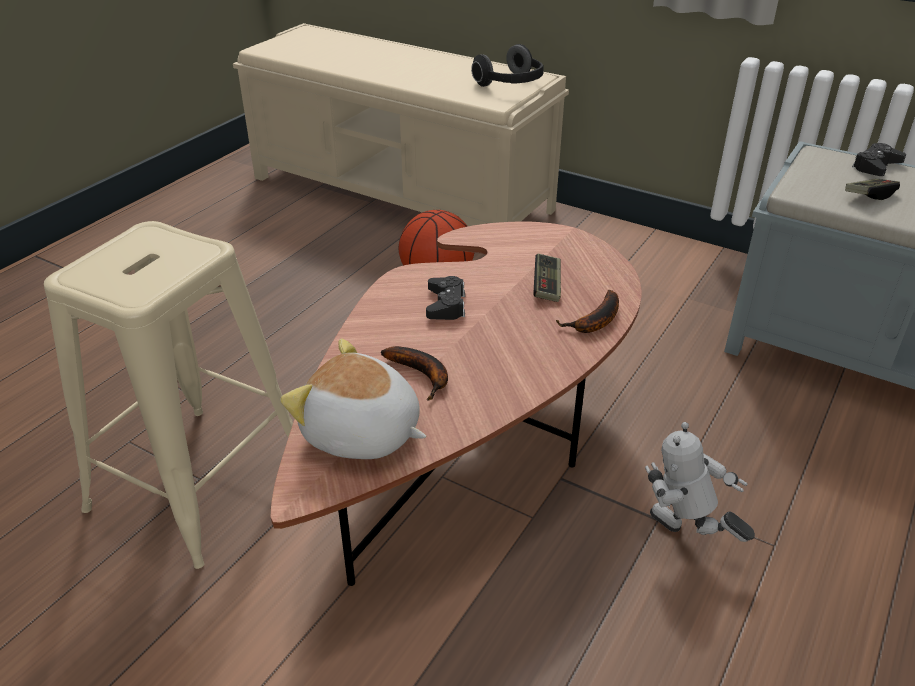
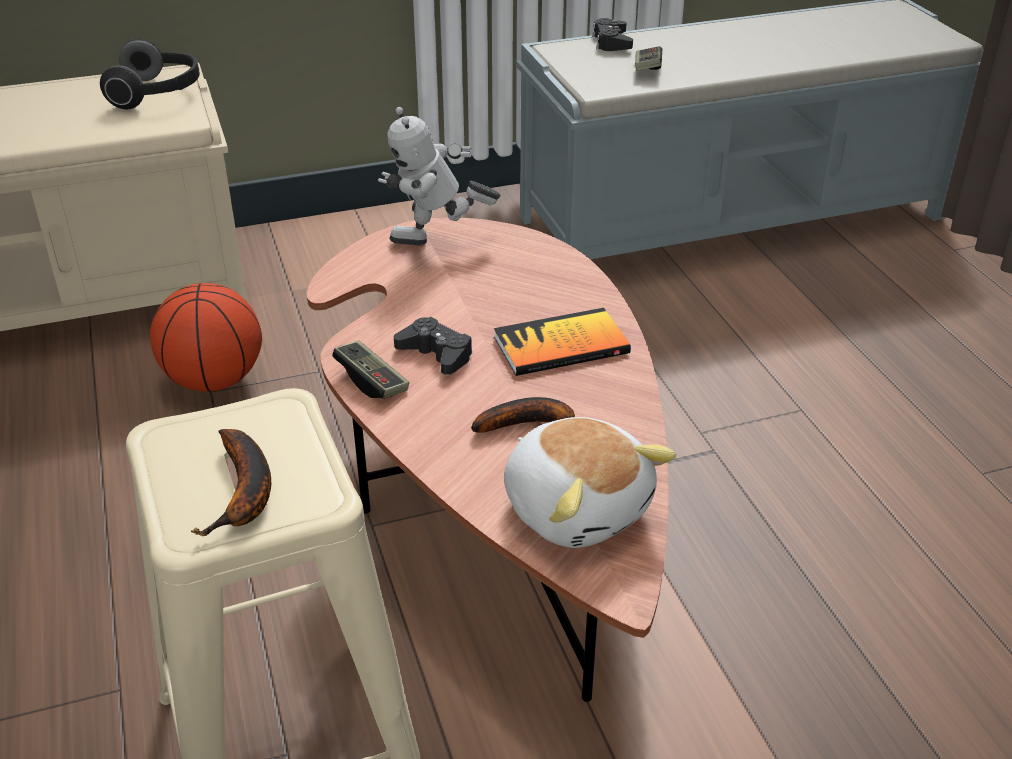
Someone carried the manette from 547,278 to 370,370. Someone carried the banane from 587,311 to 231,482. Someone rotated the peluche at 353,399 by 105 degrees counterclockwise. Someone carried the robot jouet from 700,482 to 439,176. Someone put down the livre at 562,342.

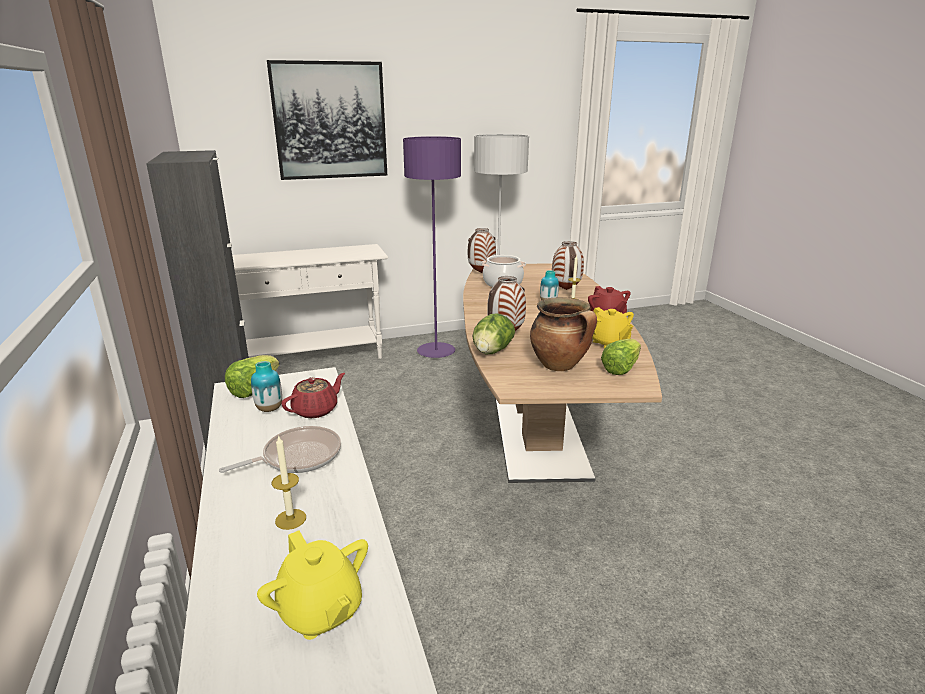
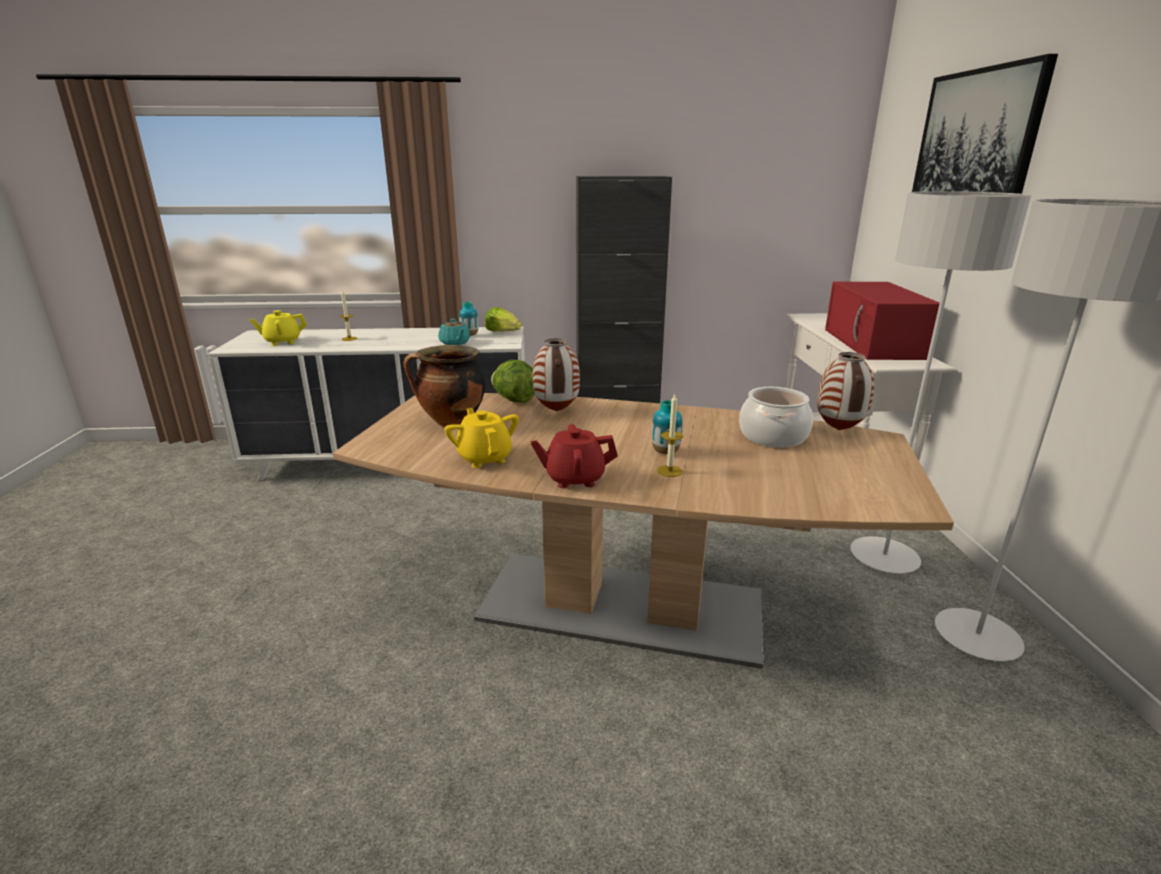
Someone repainted the lampadaire (violet) at 432,247, which became the lampadaire (gris) at 940,382. Someone took away the vase at 568,265. Someone rotated the théière (jaune) at 613,328 by 75 degrees clockwise. Someone took away the laitue at 621,357. Someone repainted the théière (rouge) at 313,395, which became the théière (turquoise) at 454,332. Someone took away the poêle at 280,449. Someone put down the micro-ondes (rouge) at 882,321.

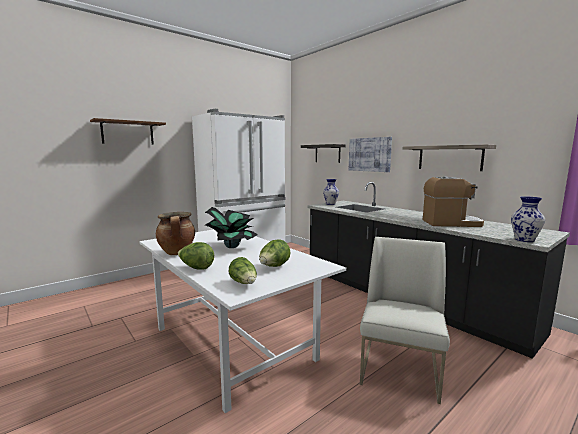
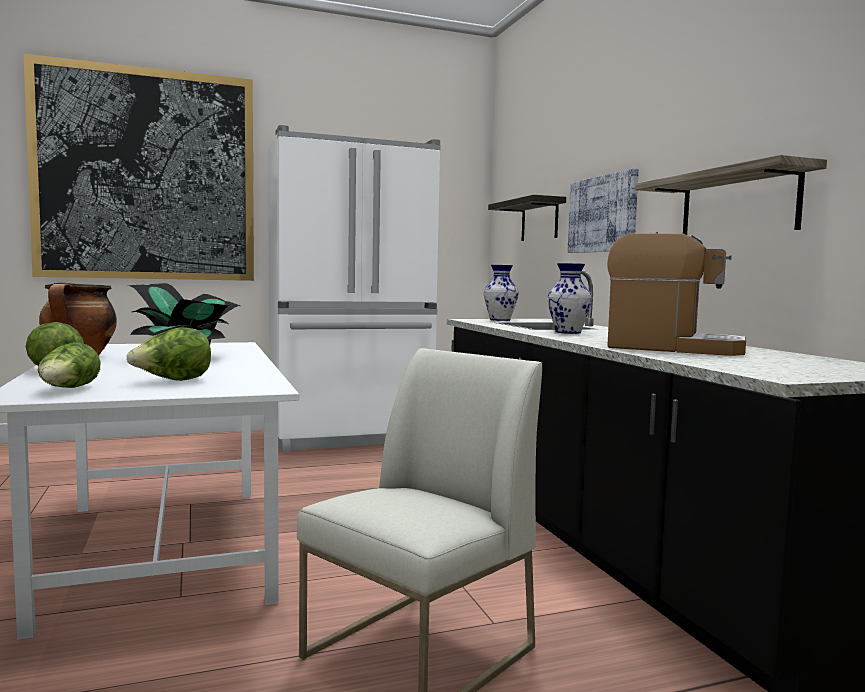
Someone swapped the étagère (marron) at 128,131 for the tableau at 139,167. Someone carried the vase from 528,219 to 570,298.

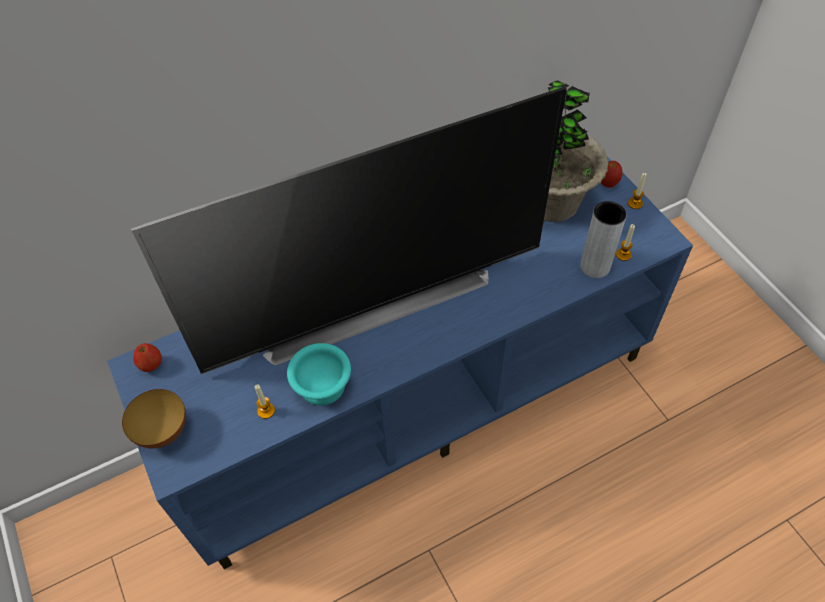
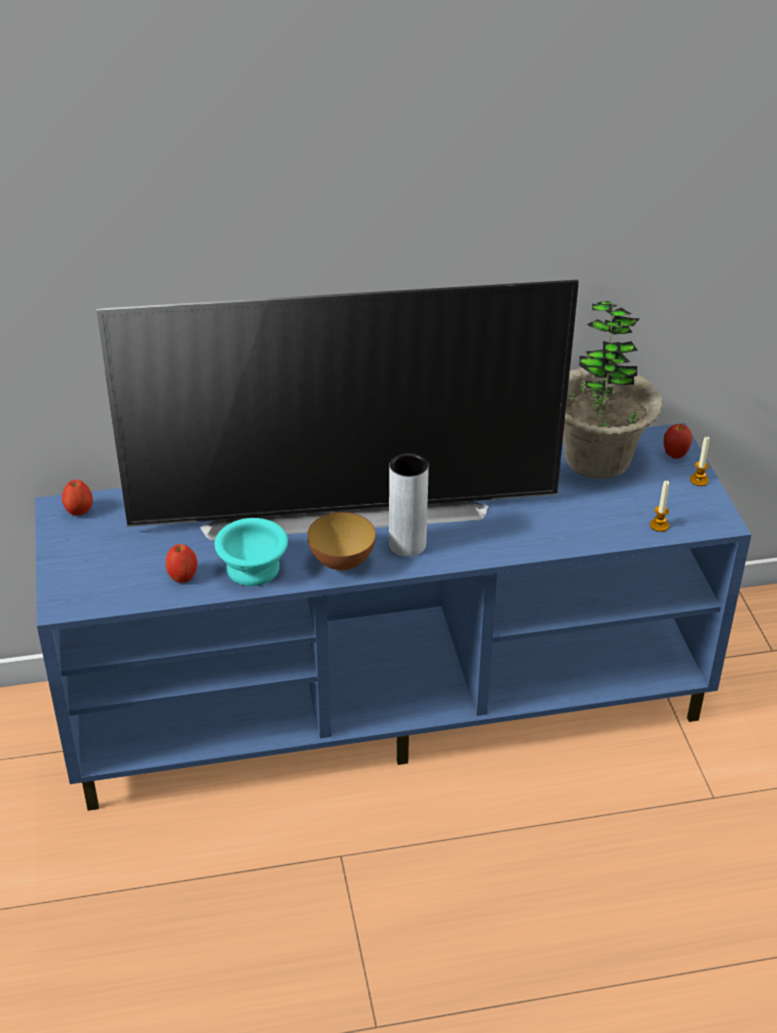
Someone carried the vase (gris) from 603,239 to 409,505. Someone swapped the bougie at 265,402 for the pomme at 181,563. Someone carried the bol from 154,418 to 341,541.

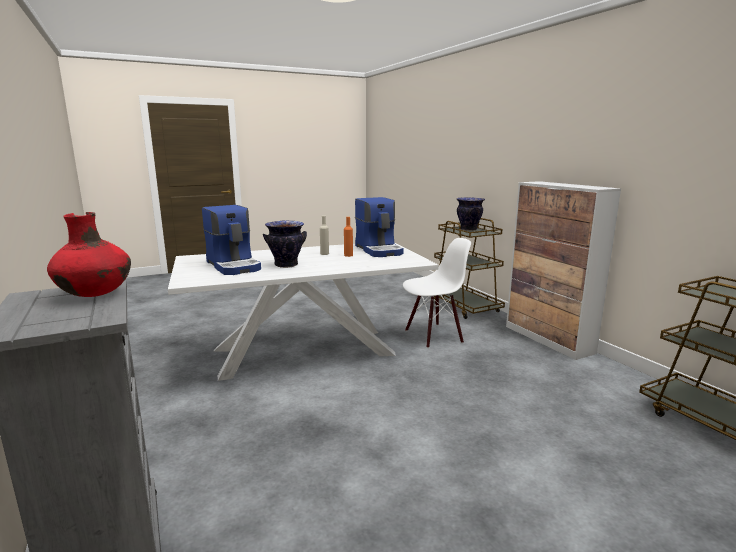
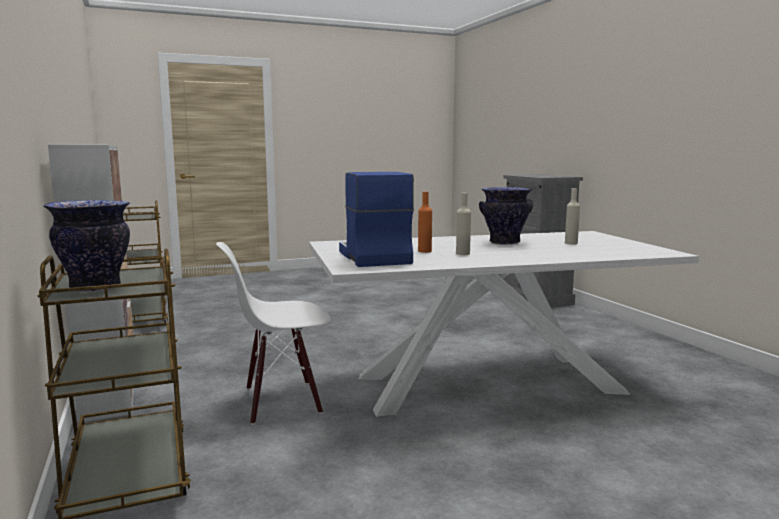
Someone swapped the machine à café at 231,240 for the bouteille (beige) at 572,216. Someone took away the vase (rouge) at 89,254.

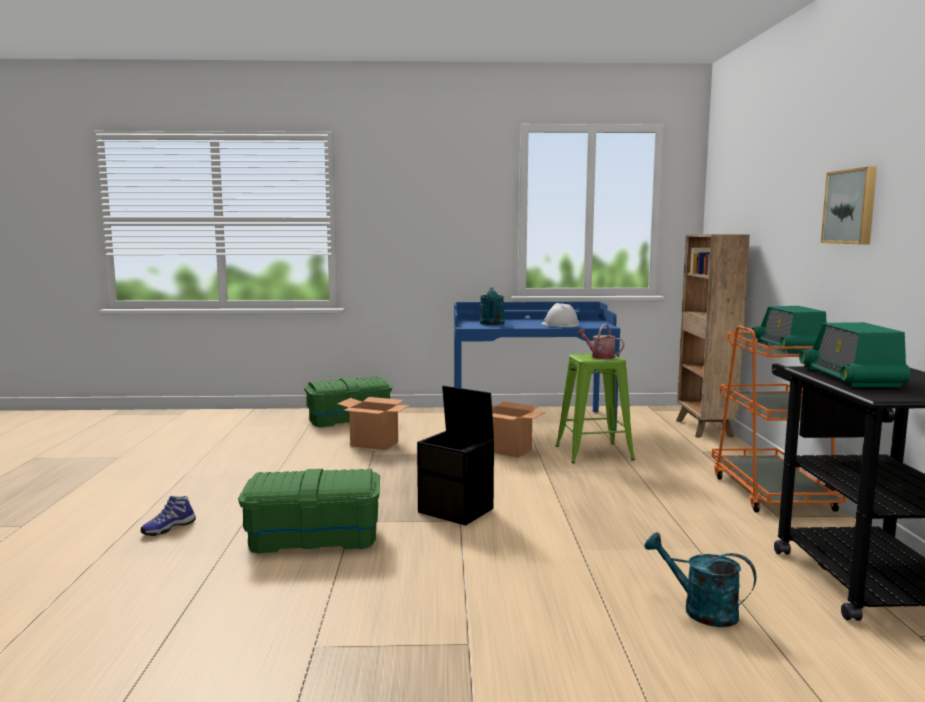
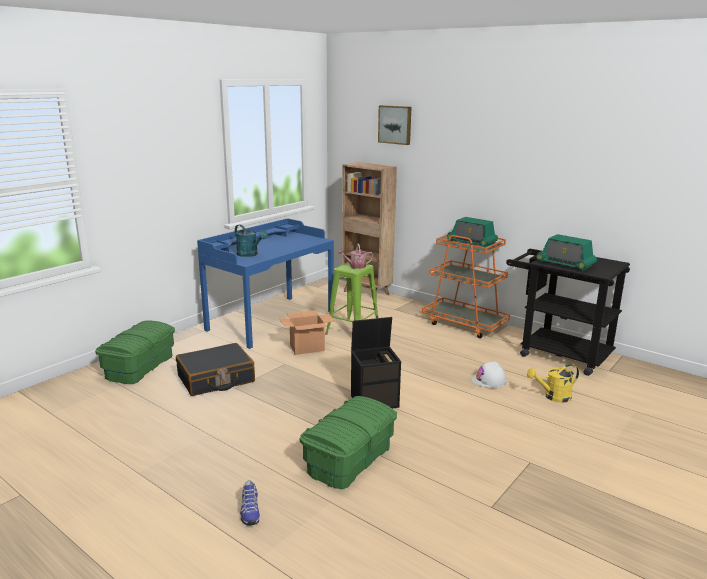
Someone carried the tableau from 849,205 to 394,125. Someone carried the casque de chantier (blanc) from 560,315 to 489,375. Someone swapped the carton at 374,423 for the valise (noir) at 215,369. Someone repainted the arrosoir (turquoise) at 700,579, which became the arrosoir (jaune) at 553,383.

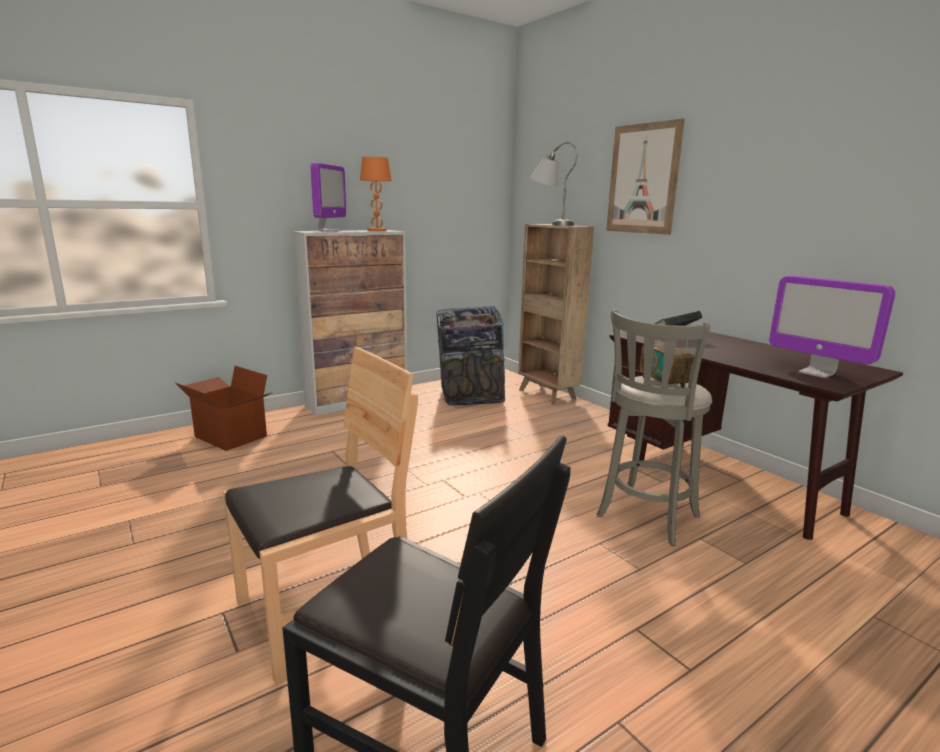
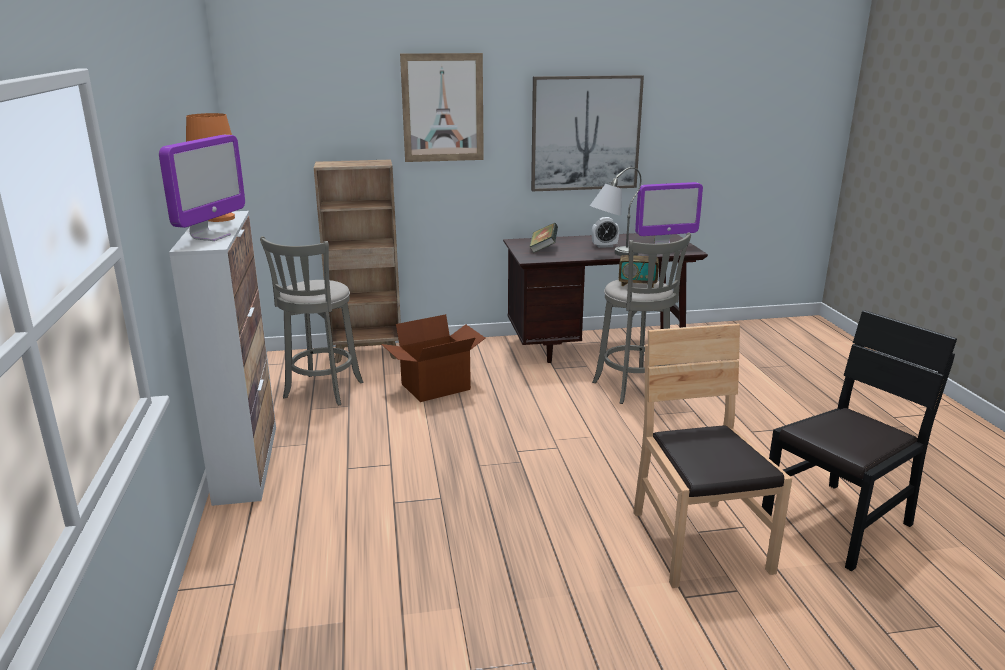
Someone carried the lampe de table (gris) from 553,184 to 615,211. Someone rotated the écran d'ordinateur at 328,197 by 75 degrees clockwise. Someone swapped the poubelle at 471,356 for the tabouret (gris) at 312,321. Someone carried the carton from 224,408 to 433,358. Someone put up the tableau at 587,133. Someone put down the réveil at 605,232.

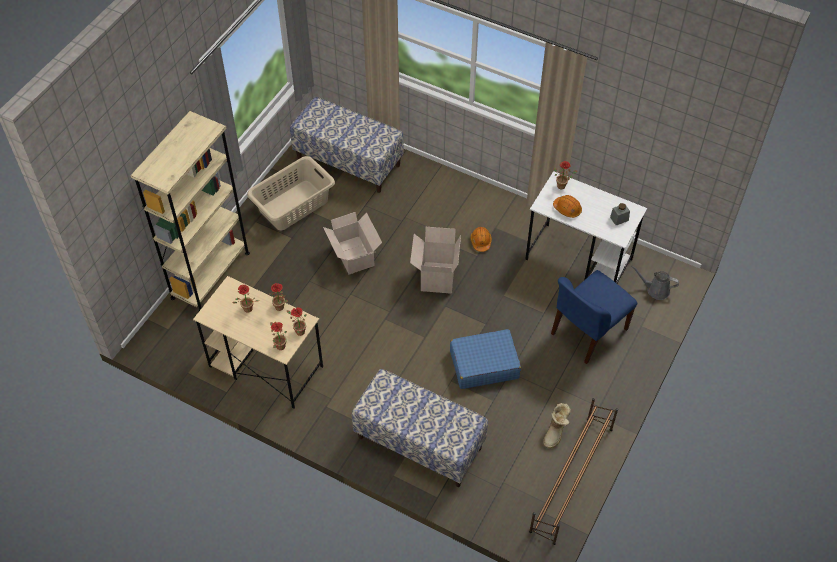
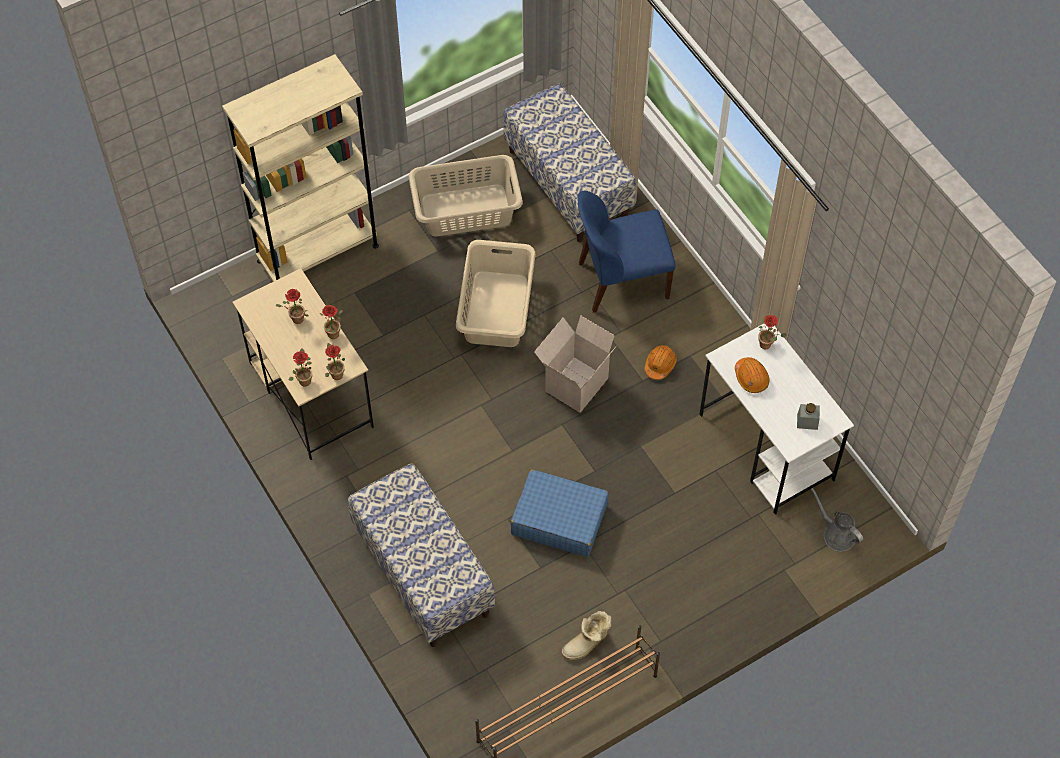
Someone swapped the carton at 352,243 for the panier à linge (beige) at 496,293. Someone carried the chaise (bleu) from 594,317 to 626,252.

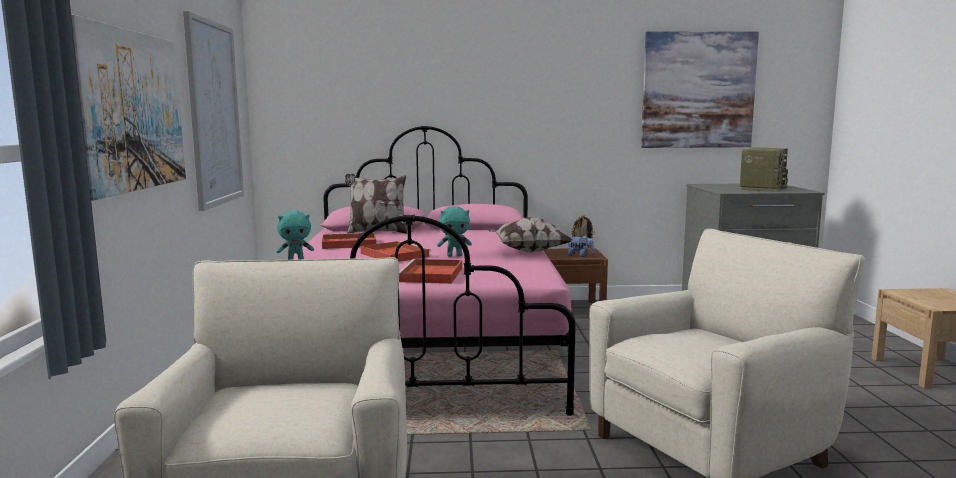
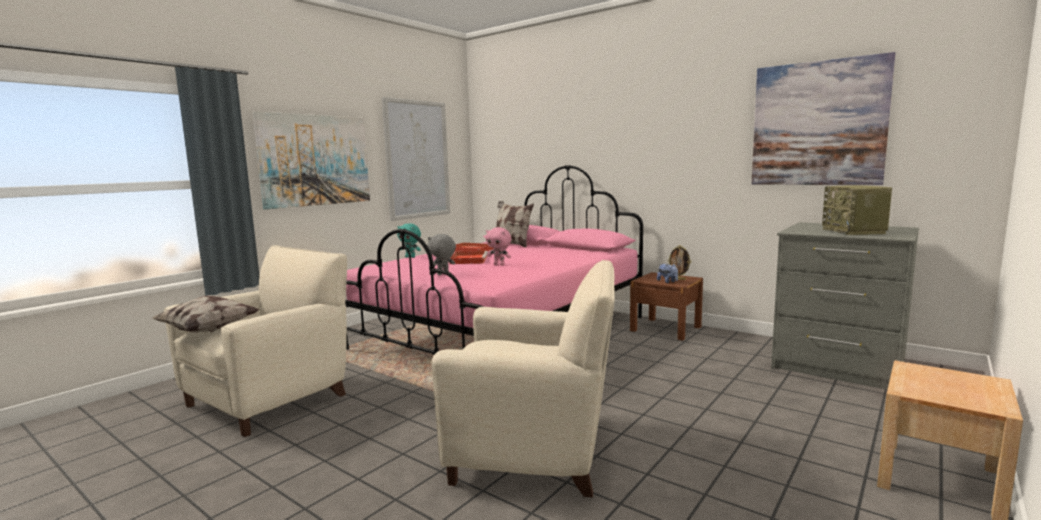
Someone rotated the radio at 764,170 by 105 degrees clockwise. Someone repainted the peluche (turquoise) at 454,231, which became the peluche (rose) at 498,246. Someone carried the coussin from 530,235 to 206,314. Someone swapped the plateau (rouge) at 430,271 for the peluche (gris) at 442,254.

